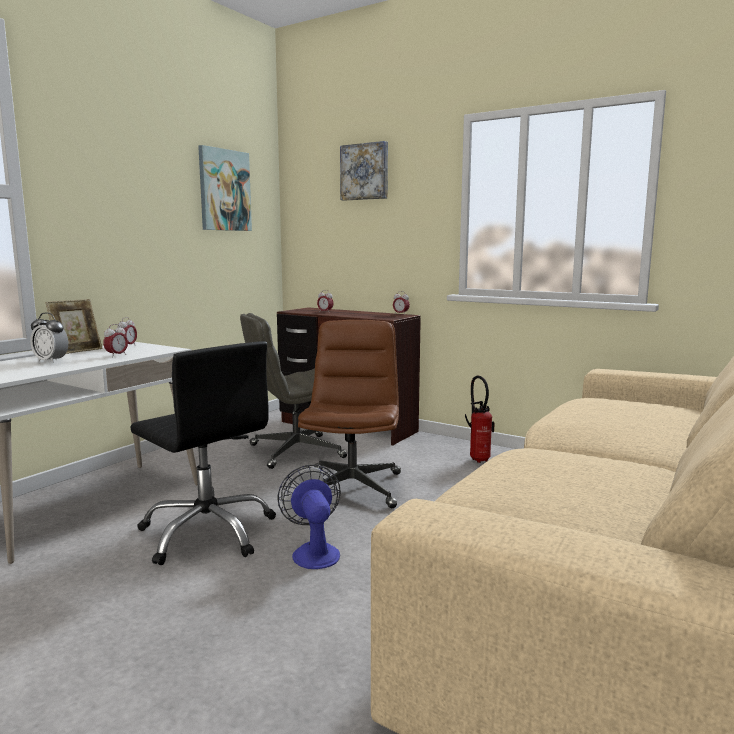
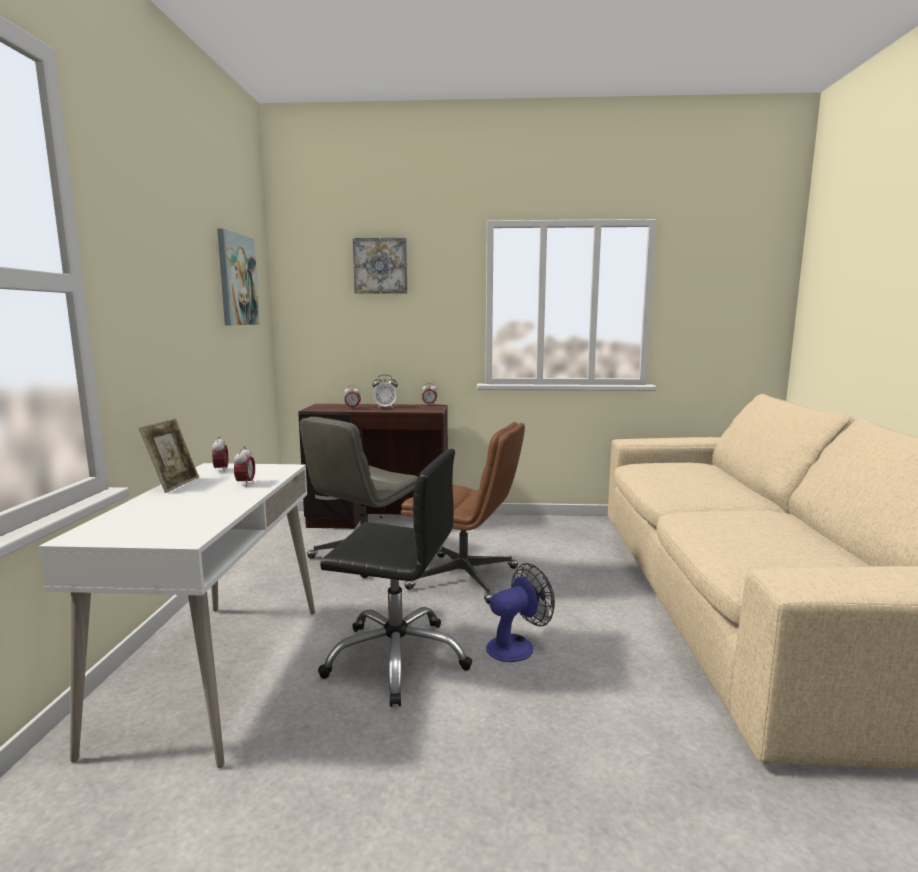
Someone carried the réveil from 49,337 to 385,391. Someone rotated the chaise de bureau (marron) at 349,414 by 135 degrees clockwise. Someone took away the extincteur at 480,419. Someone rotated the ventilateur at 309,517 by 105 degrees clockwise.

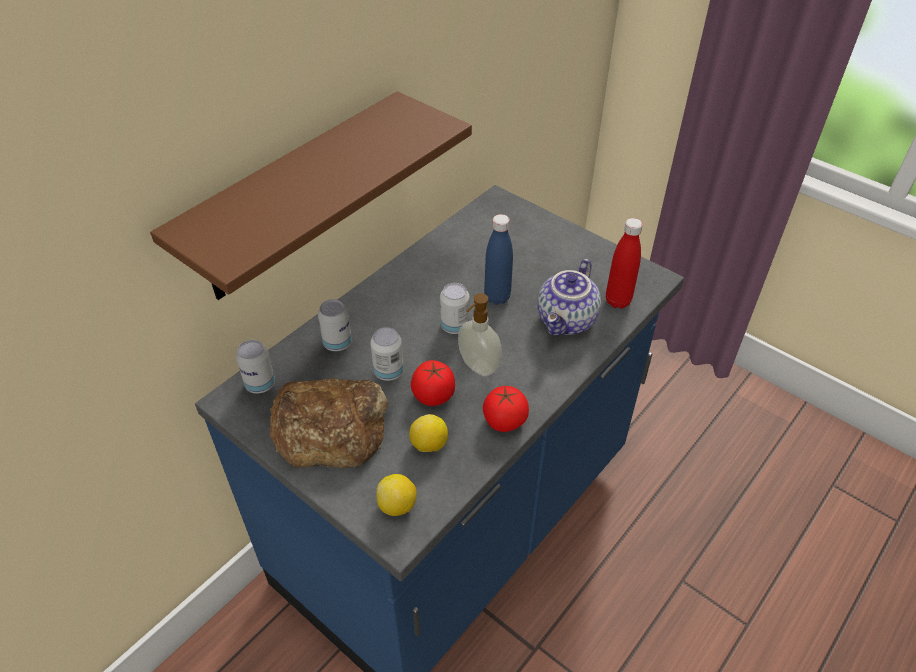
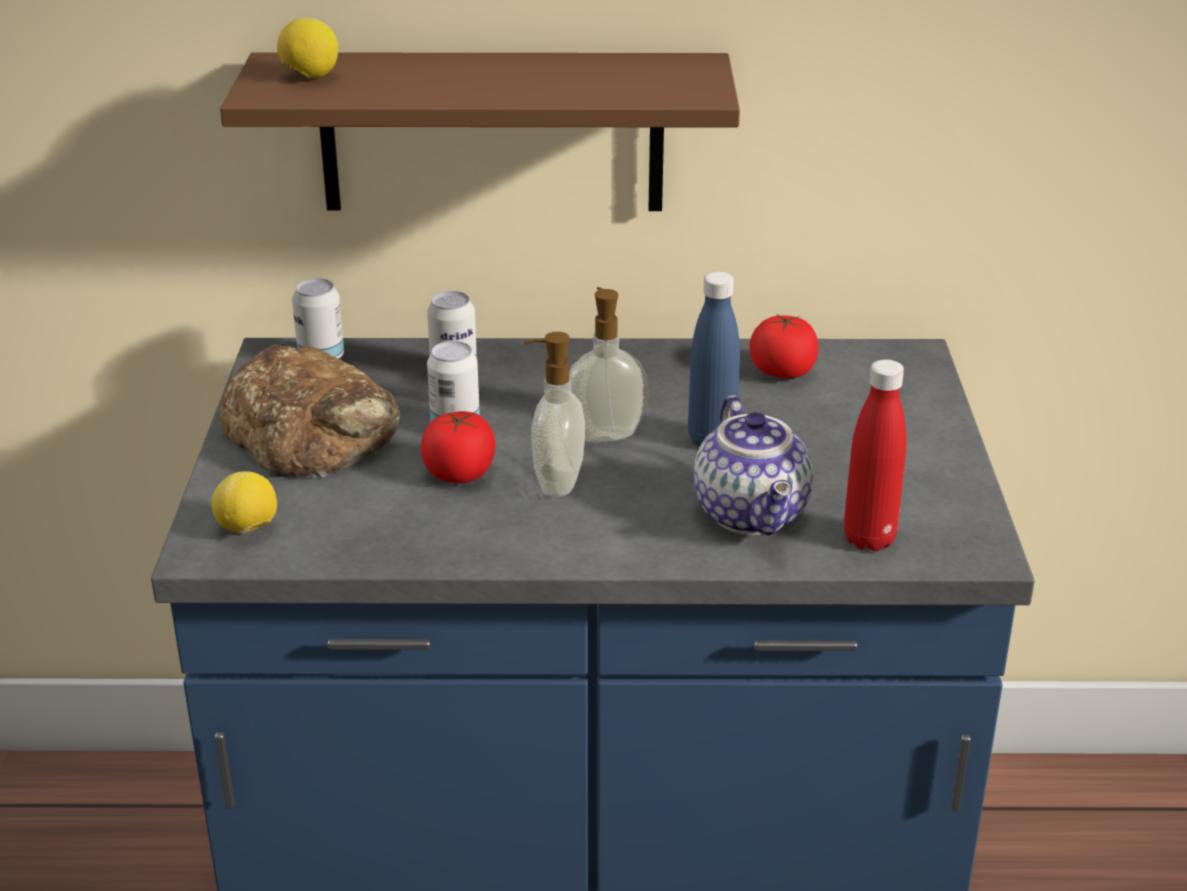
Someone rotated the théière at 569,297 by 90 degrees counterclockwise. Someone swapped the boîte métallique at 454,308 for the distributeur de savon at 609,365. Someone carried the tomate from 506,409 to 783,346. Someone carried the citron from 428,433 to 307,48.

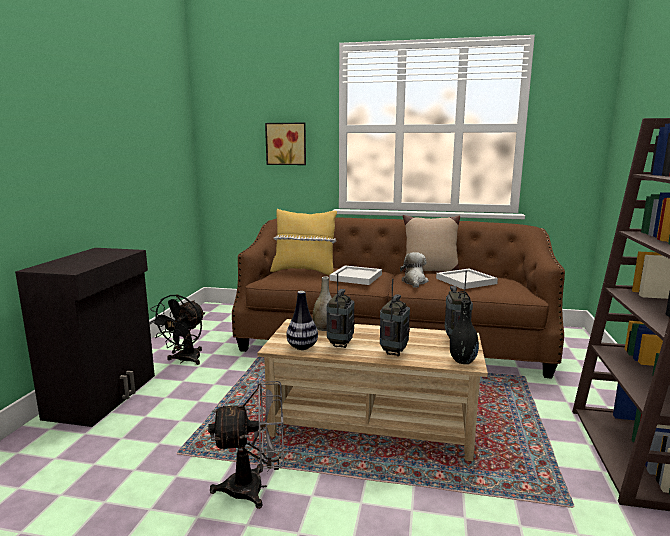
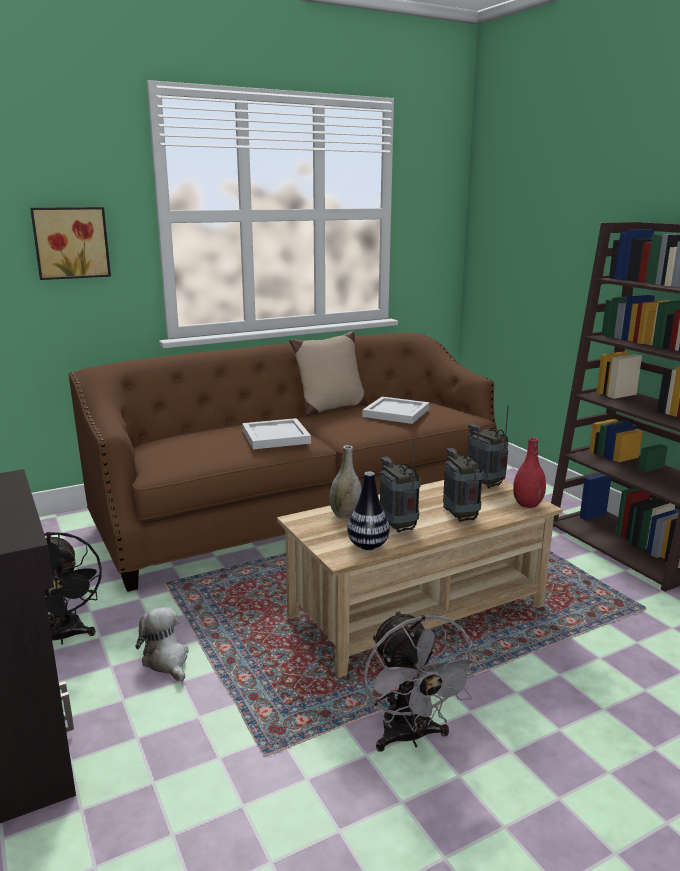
Someone took away the coussin (jaune) at 303,242. Someone carried the peluche from 414,270 to 162,644. Someone repainted the vase (noir) at 464,332, which became the vase (rouge) at 529,473. Someone rotated the ventilateur (gris) at 246,445 by 120 degrees clockwise.

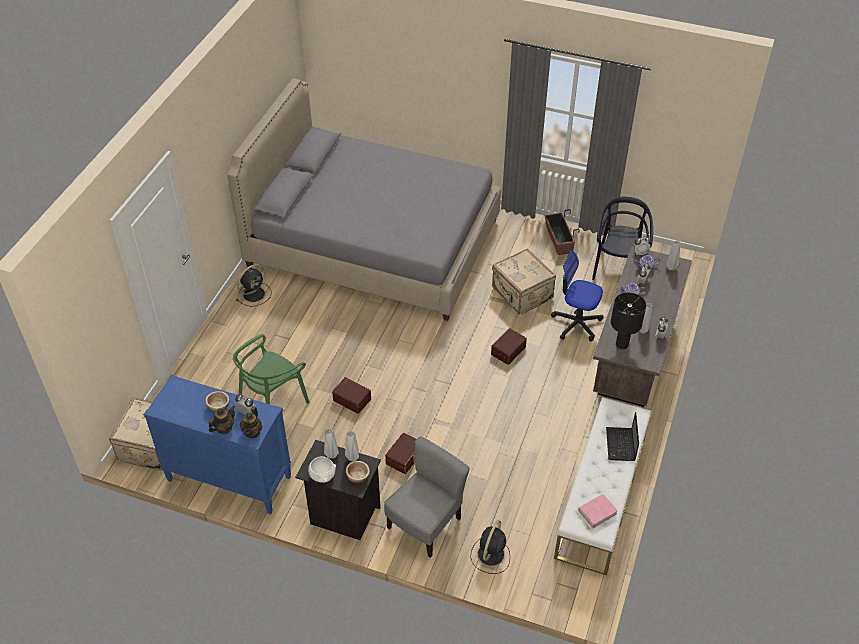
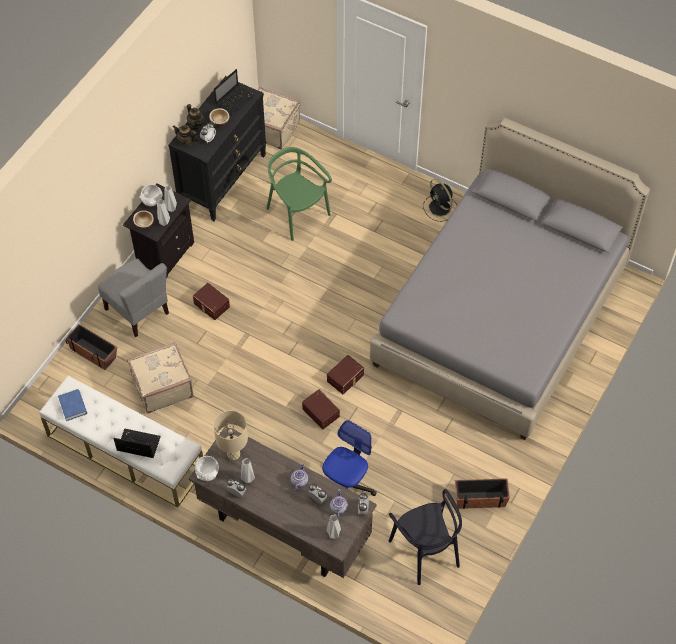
Someone rotated the chaise (noir) at 622,238 by 45 degrees clockwise. Someone carried the valise (beige) from 524,281 to 160,378. Someone repainted the lampe de table (noir) at 628,320, which became the lampe de table (beige) at 230,435. Someone repainted the commode (bleu) at 217,444, which became the commode (noir) at 217,148. Someone carried the boîte de rangement (marron) from 351,395 to 345,374. Someone repainted the livre (rose) at 598,511, which became the livre (bleu) at 72,405. Someone swapped the ventilateur (noir) at 490,547 for the cache-pot at 91,347. Someone put down the ordinateur portable at 234,92. Someone put down the bol (blanc) at 207,468.

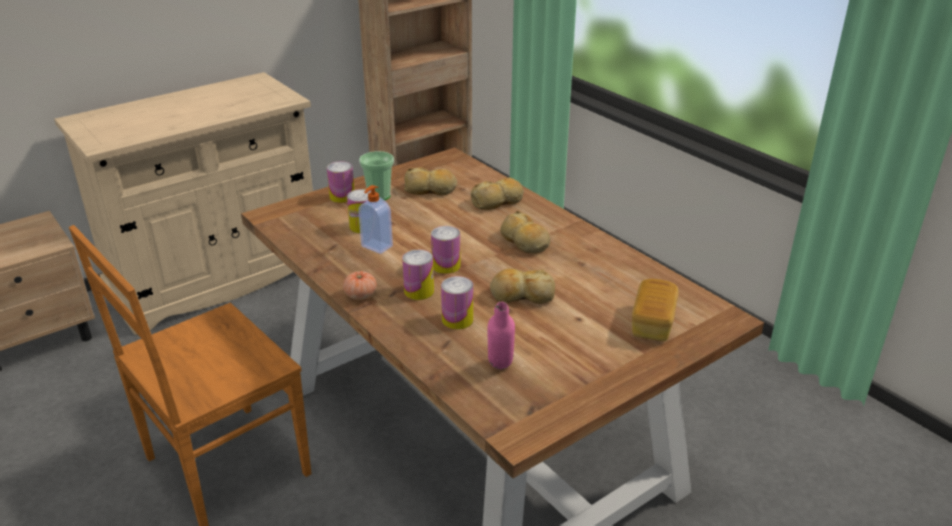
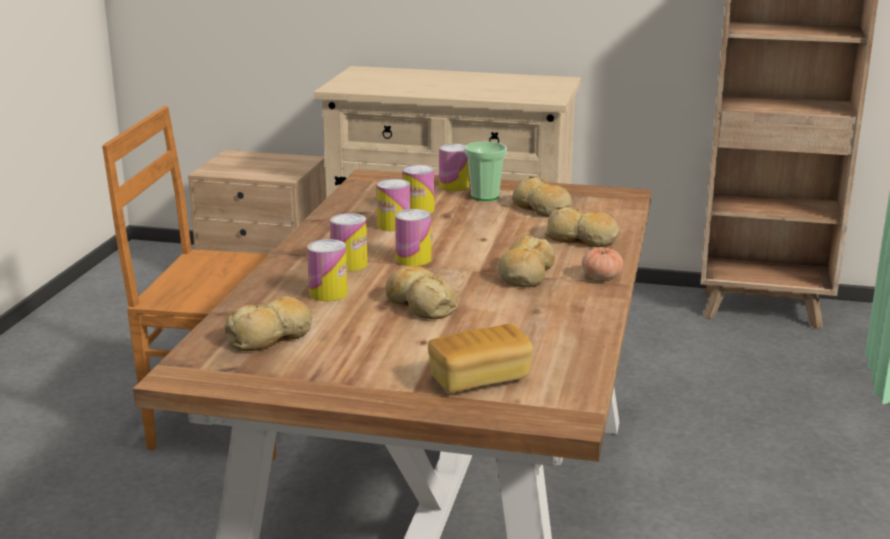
Someone swapped the distributeur de savon at 375,219 for the boîte métallique at 393,205. Someone carried the tomate from 360,285 to 602,263. Someone swapped the bouteille (rose) at 501,335 for the pain at 268,323.

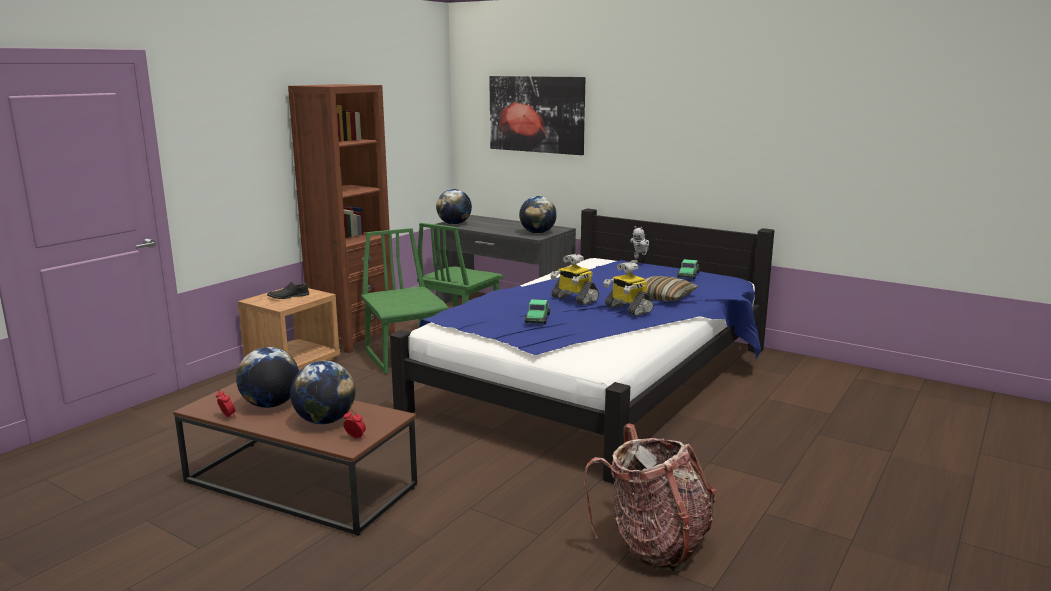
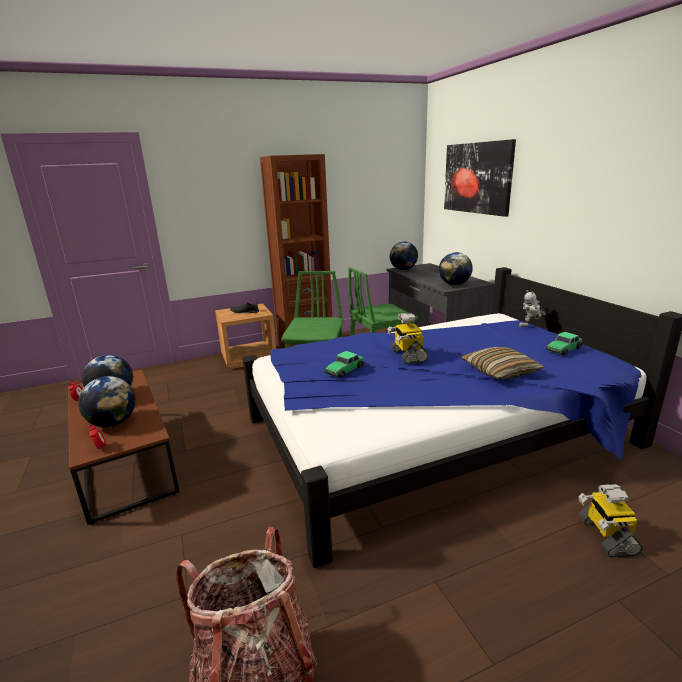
Someone carried the robot jouet from 629,289 to 611,520.

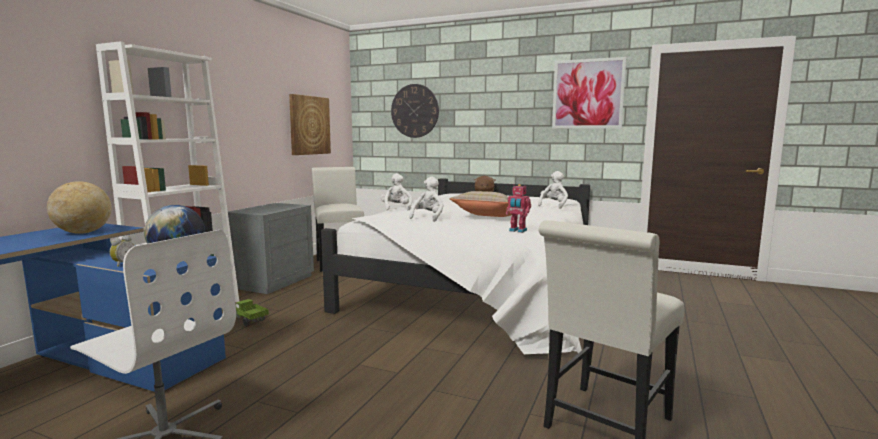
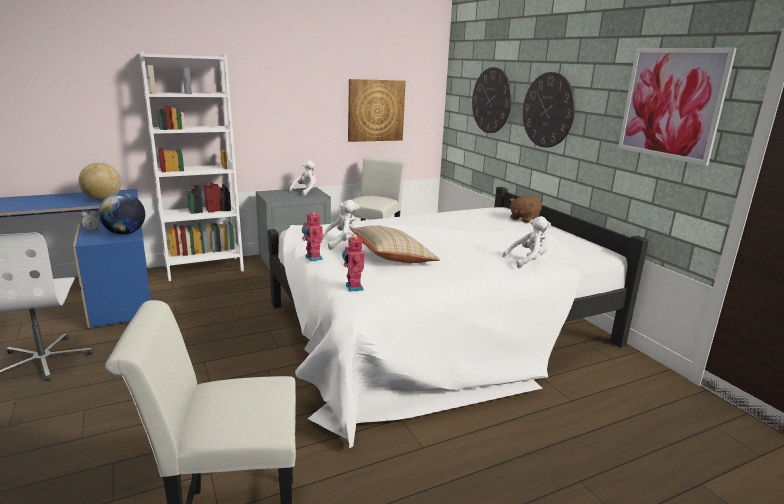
Someone carried the peluche (blanc) from 396,191 to 302,178. Someone took away the camion jouet at 252,312. Someone put up the horloge murale at 549,110. Someone put down the robot jouet at 312,236.

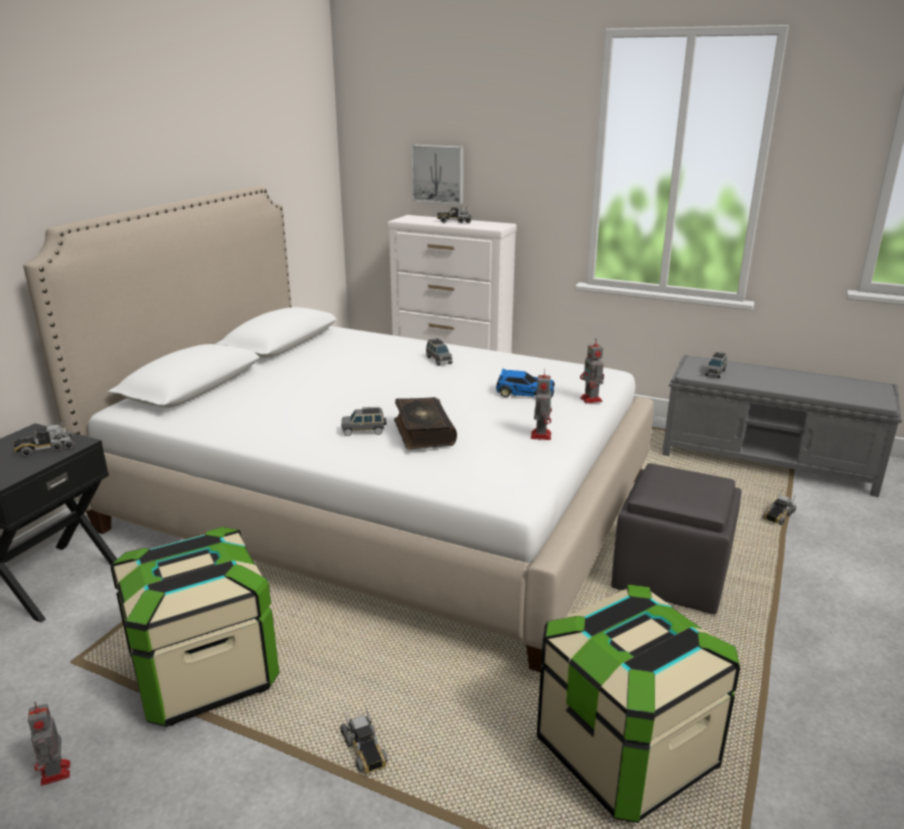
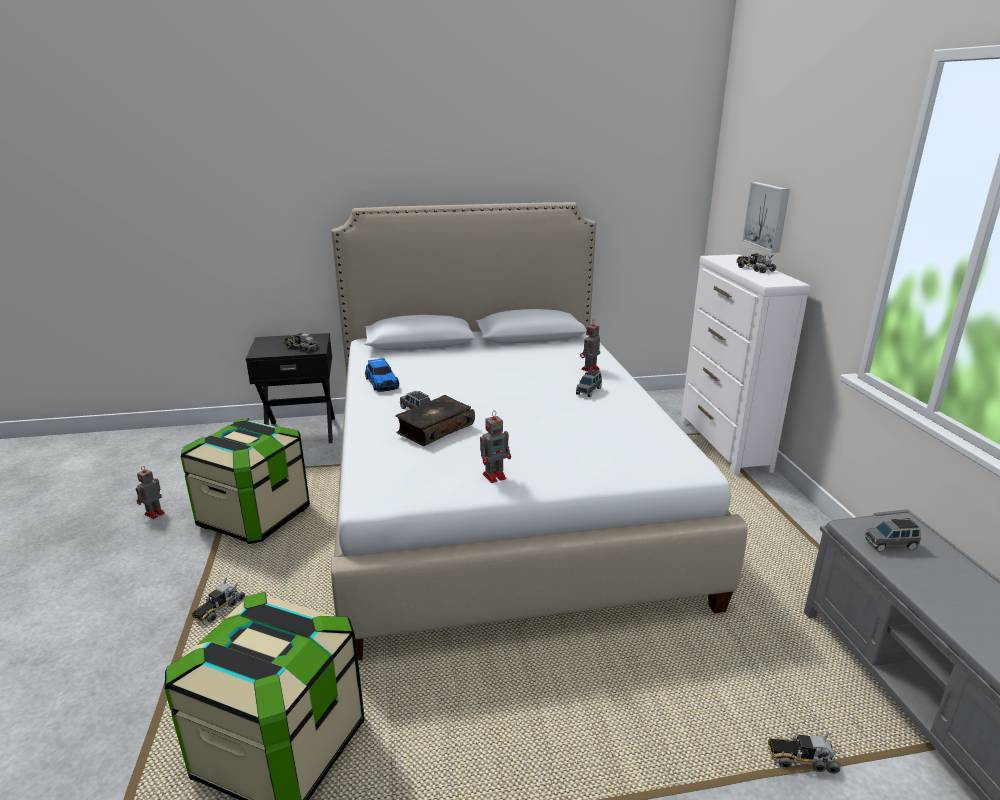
Someone carried the robot jouet from 592,371 to 590,345. Someone carried the petite voiture from 525,383 to 382,375. Someone took away the pouf (gris) at 676,538.

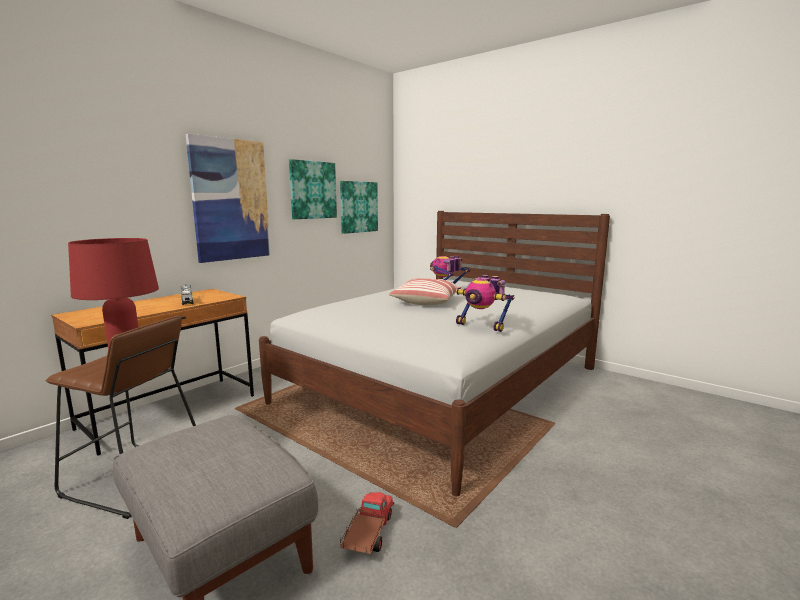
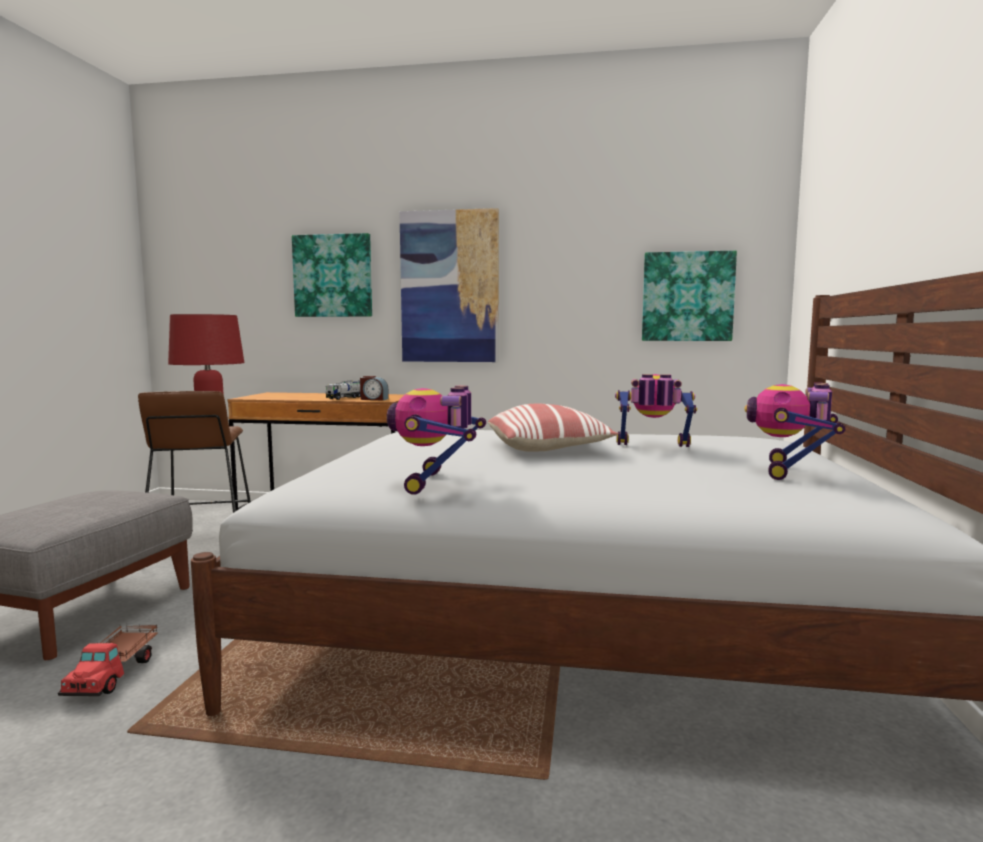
Someone carried the tableau from 313,189 to 332,275. Someone rotated the camion jouet at 367,523 by 105 degrees clockwise. Someone put down the réveil at 374,388. Someone put down the robot jouet at 794,431.

